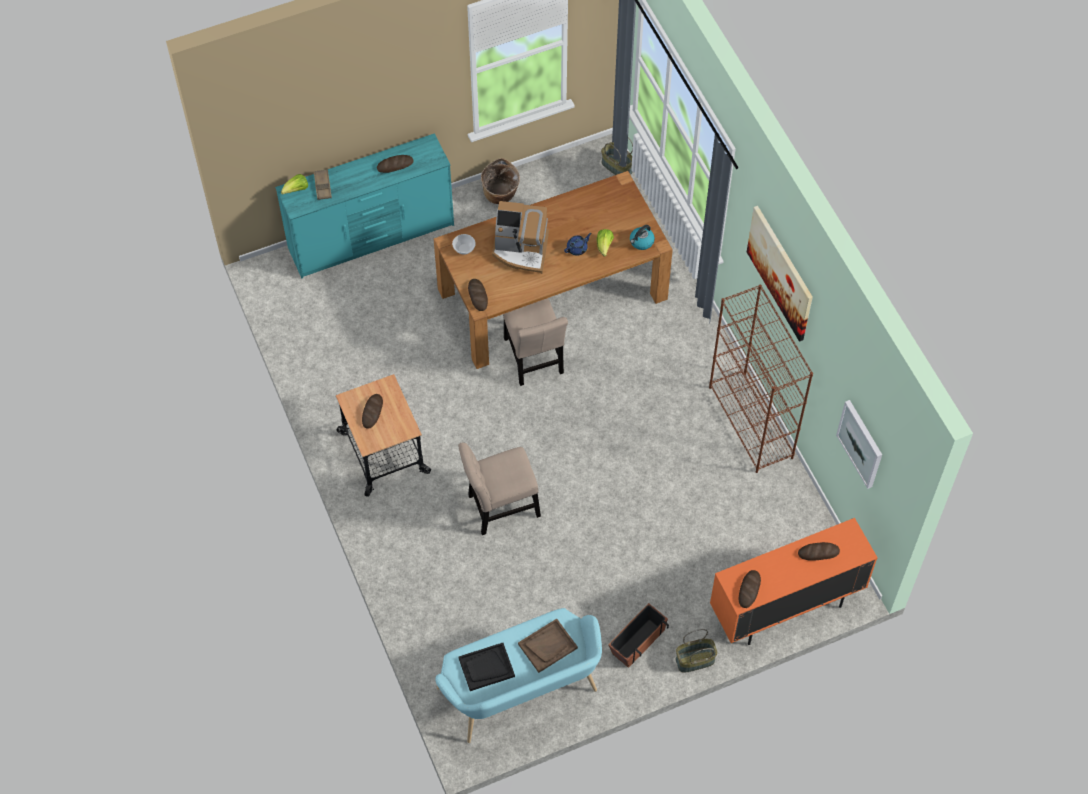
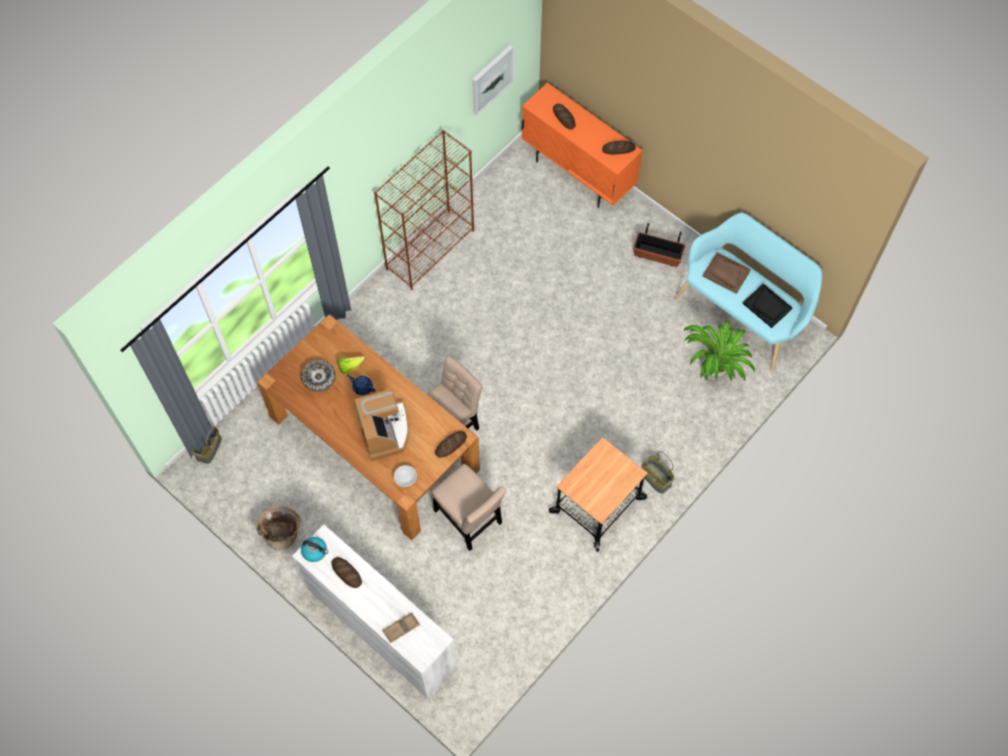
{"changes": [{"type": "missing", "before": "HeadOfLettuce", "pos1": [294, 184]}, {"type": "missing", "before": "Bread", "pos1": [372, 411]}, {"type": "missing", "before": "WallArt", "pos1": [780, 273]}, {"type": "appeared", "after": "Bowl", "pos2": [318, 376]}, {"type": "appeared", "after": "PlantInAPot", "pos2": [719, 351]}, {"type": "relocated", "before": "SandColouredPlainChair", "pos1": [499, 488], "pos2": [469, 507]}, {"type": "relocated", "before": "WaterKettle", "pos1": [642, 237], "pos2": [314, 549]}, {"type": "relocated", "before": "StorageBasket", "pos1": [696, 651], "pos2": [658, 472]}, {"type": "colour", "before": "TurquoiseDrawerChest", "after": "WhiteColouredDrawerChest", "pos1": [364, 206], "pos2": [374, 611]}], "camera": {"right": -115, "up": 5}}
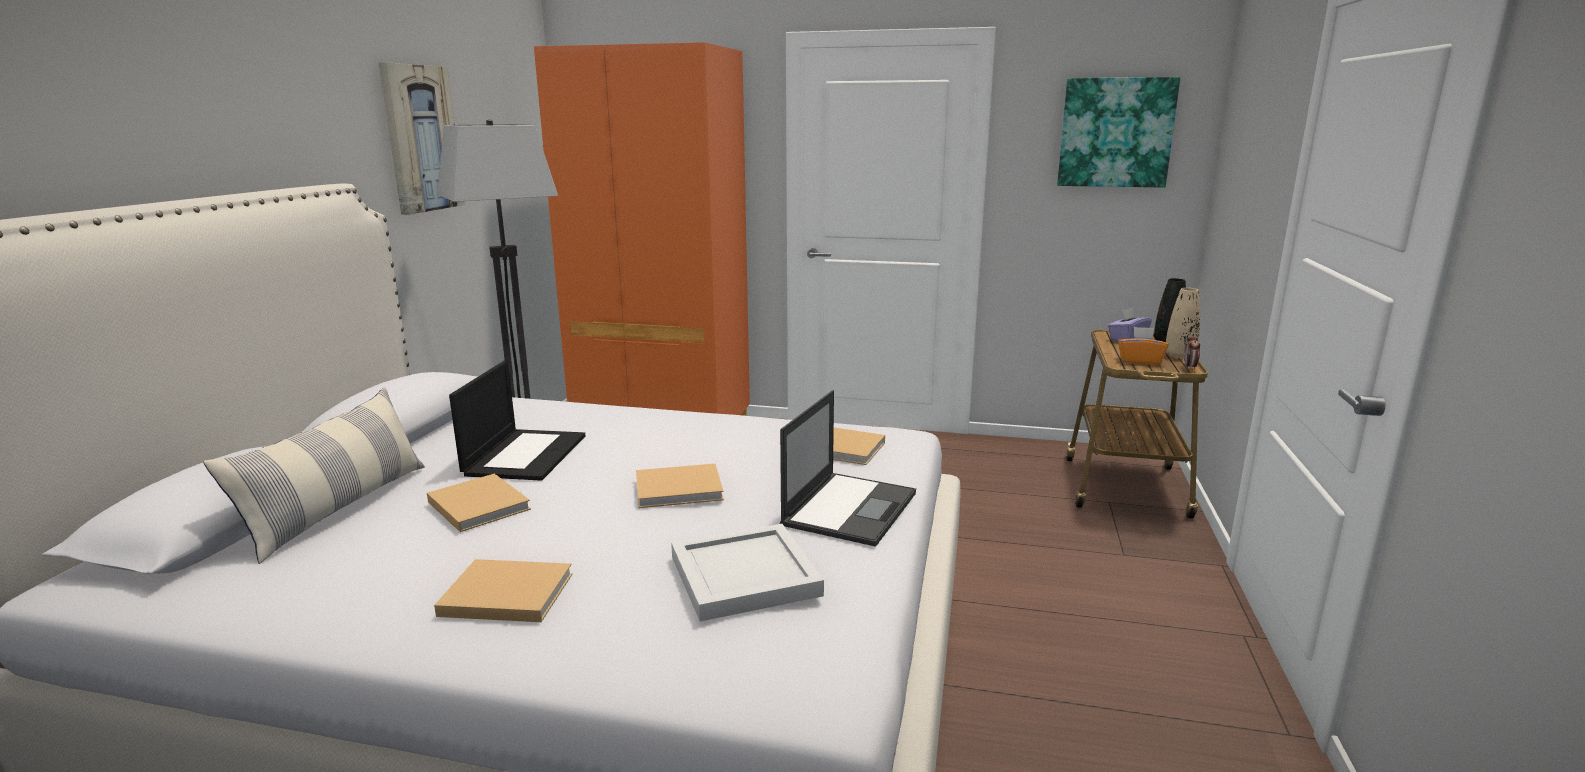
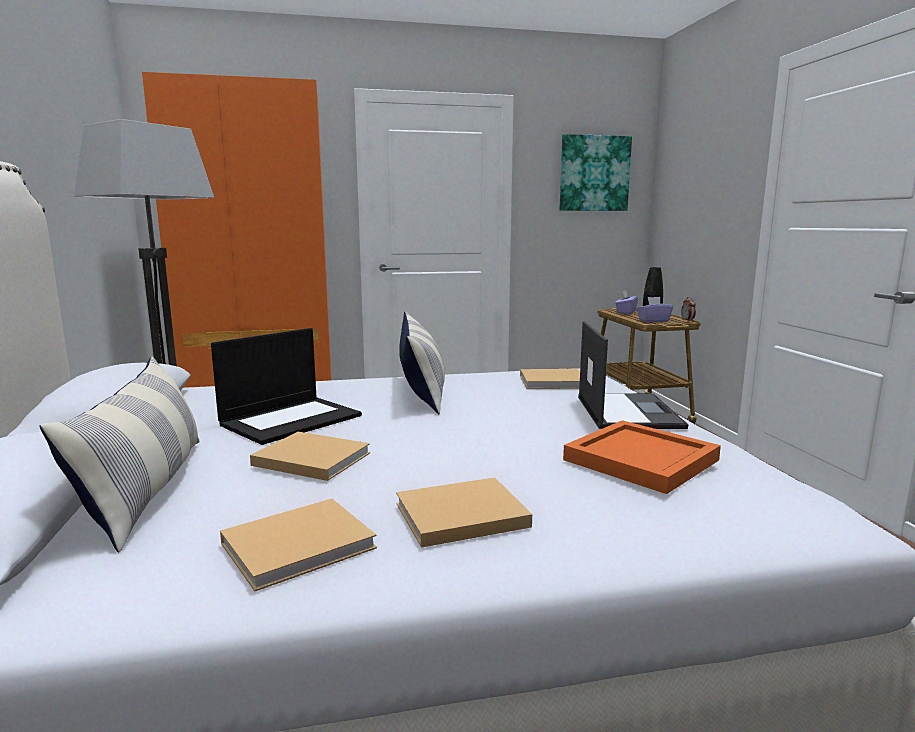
{"changes": [{"type": "missing", "before": "WallArt", "pos1": [421, 138]}, {"type": "missing", "before": "SandColouredVase", "pos1": [1183, 323]}, {"type": "appeared", "after": "Pillow", "pos2": [422, 362]}, {"type": "relocated", "before": "SandColouredBook", "pos1": [680, 486], "pos2": [298, 545]}, {"type": "colour", "before": "WhiteColouredTray", "after": "OrangeTray", "pos1": [747, 573], "pos2": [642, 457]}, {"type": "colour", "before": "OrangeTissueBox", "after": "PurpleColouredTissueBox", "pos1": [1143, 346], "pos2": [655, 309]}, {"type": "spun", "before": "PortableComputer", "pos1": [517, 421], "pos2": [286, 386], "turn": 60}], "camera": {"right": -25, "up": -5}}
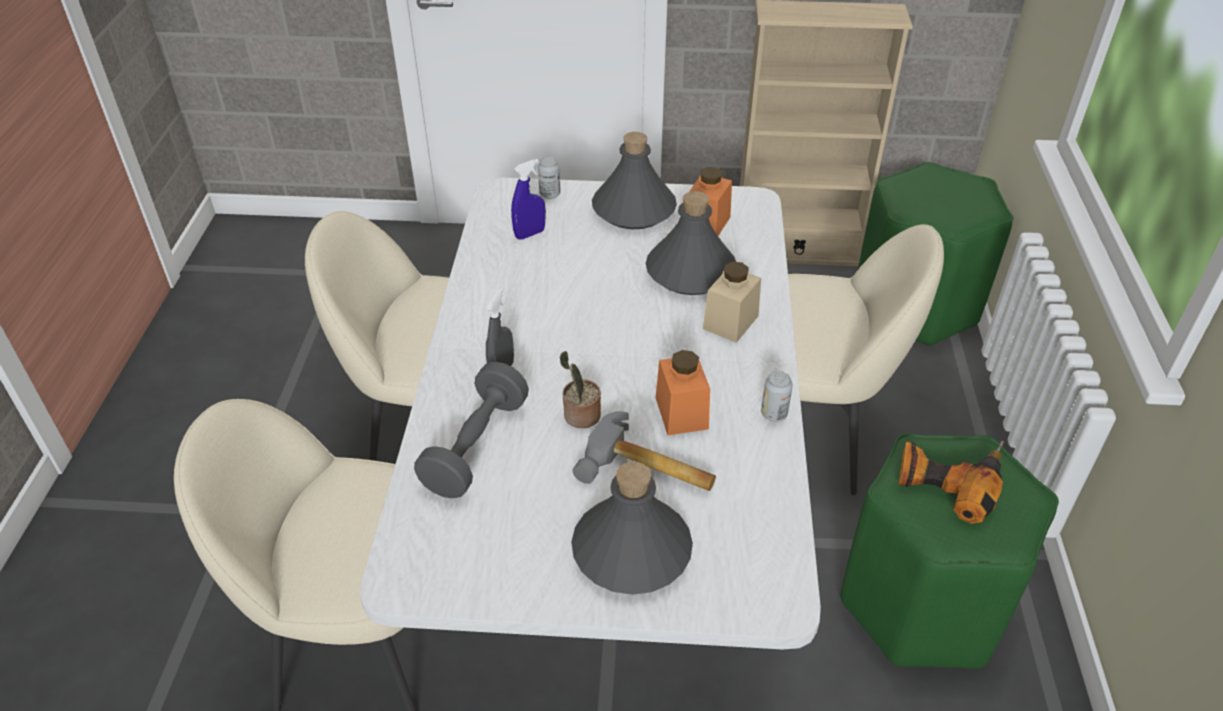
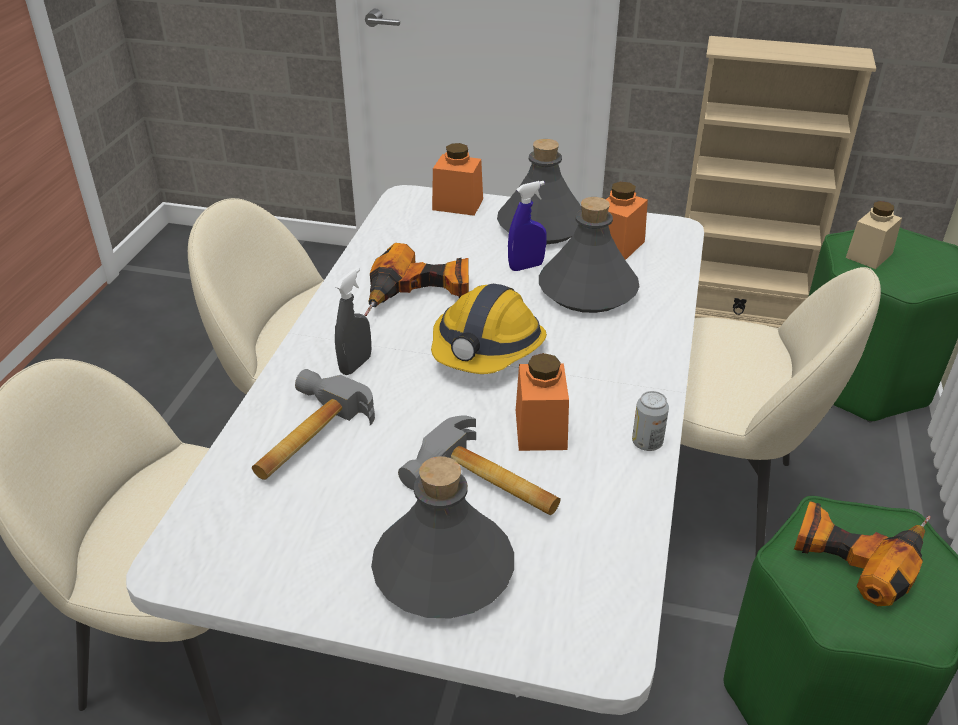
{"changes": [{"type": "missing", "before": "PlantInAPot", "pos1": [580, 389]}, {"type": "appeared", "after": "ElectricDrill", "pos2": [416, 279]}, {"type": "appeared", "after": "HardHat", "pos2": [489, 329]}, {"type": "relocated", "before": "BlueSprayer", "pos1": [528, 199], "pos2": [527, 226]}, {"type": "relocated", "before": "SandColouredStorageJar", "pos1": [732, 302], "pos2": [874, 235]}, {"type": "exchanged", "before": "GreyishHandWeight", "after": "ToolHammer", "pos1": [471, 430], "pos2": [313, 424]}, {"type": "exchanged", "before": "MetalCan", "after": "OrangeStorageJar", "pos1": [549, 178], "pos2": [457, 179]}], "camera": {"right": 10, "up": -5}}
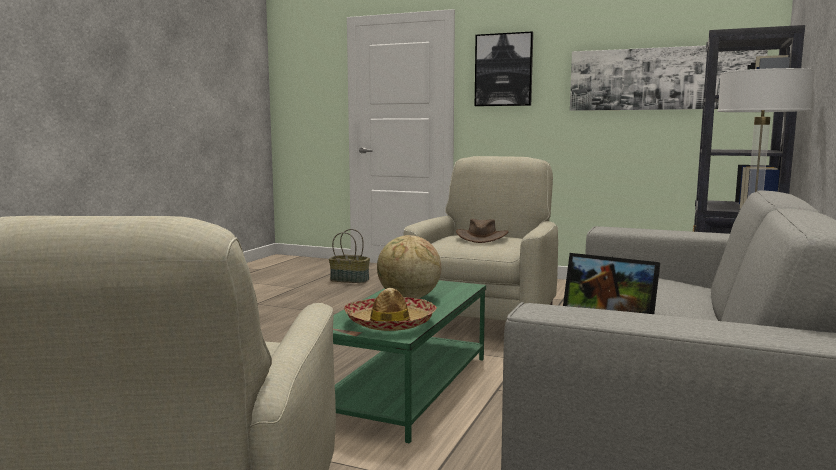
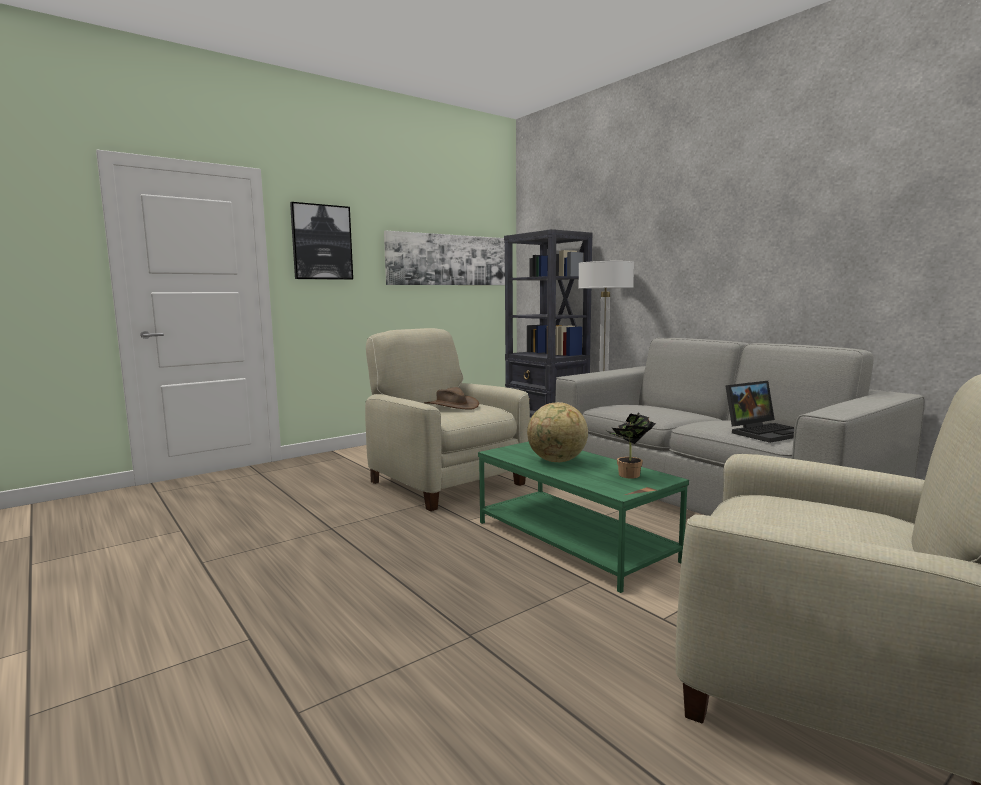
{"changes": [{"type": "missing", "before": "StorageBasket", "pos1": [349, 256]}, {"type": "exchanged", "before": "WearableHat", "after": "PlantInAPot", "pos1": [390, 309], "pos2": [631, 445]}], "camera": {"right": -60, "up": 0}}
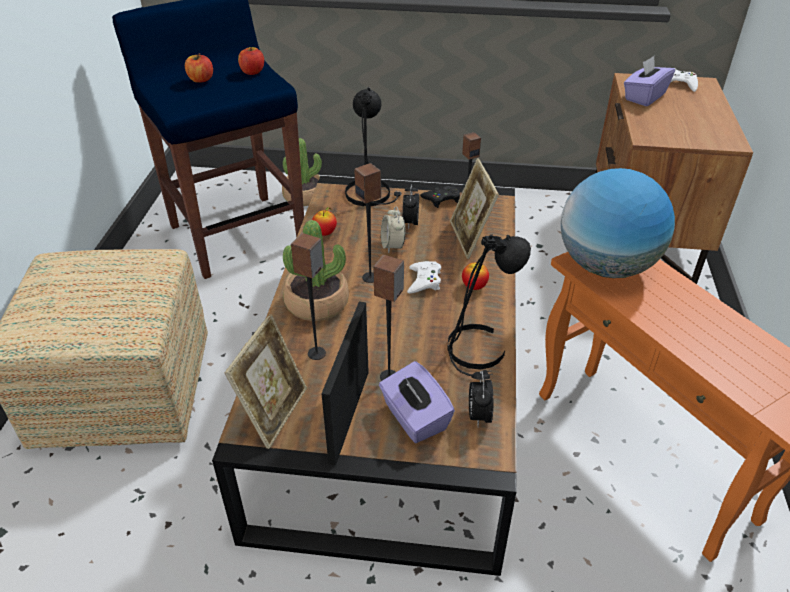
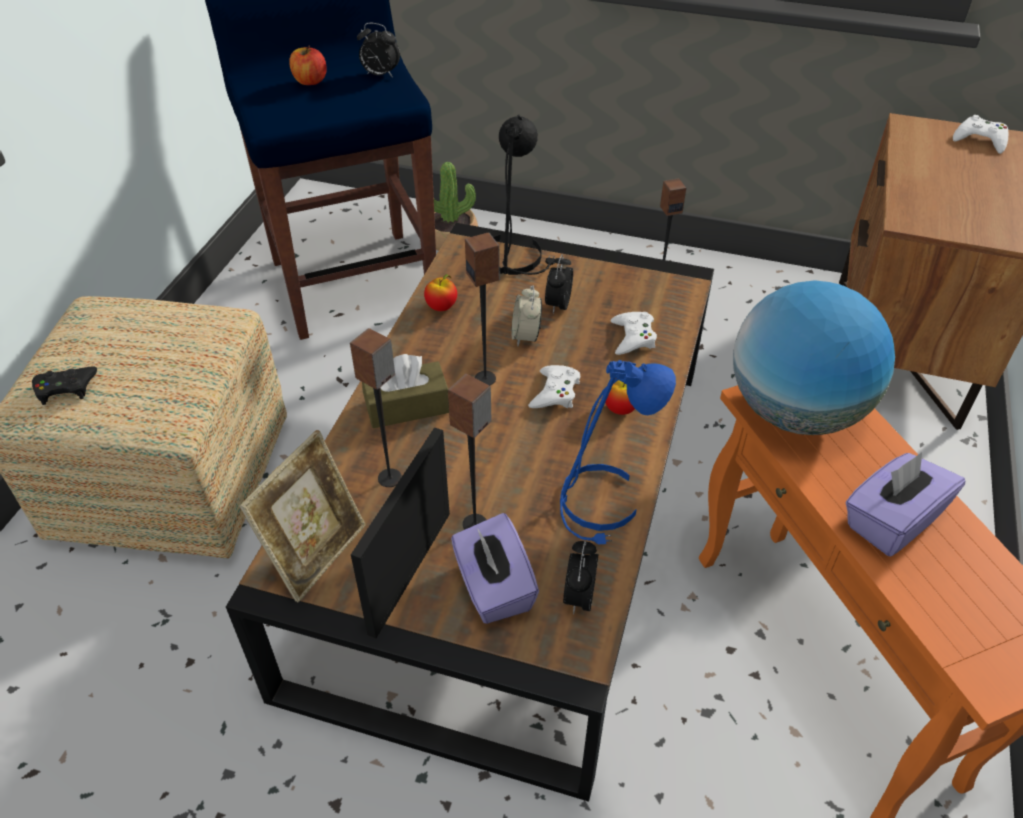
{"changes": [{"type": "relocated", "before": "BlackColouredJoypad", "pos1": [440, 197], "pos2": [64, 386]}, {"type": "relocated", "before": "PurpleColouredTissueBox", "pos1": [649, 81], "pos2": [905, 504]}, {"type": "exchanged", "before": "AppleFruit", "after": "TableClock", "pos1": [251, 61], "pos2": [378, 50]}, {"type": "exchanged", "before": "PlantInAPot", "after": "BrownishTissueBox", "pos1": [316, 270], "pos2": [405, 391]}, {"type": "exchanged", "before": "StandingFrame", "after": "WhiteColouredJoypad", "pos1": [474, 208], "pos2": [634, 333]}, {"type": "colour", "before": "BlackColouredTableLamp", "after": "BlueTableLamp", "pos1": [489, 305], "pos2": [618, 452]}], "camera": {"right": 10, "up": 5}}
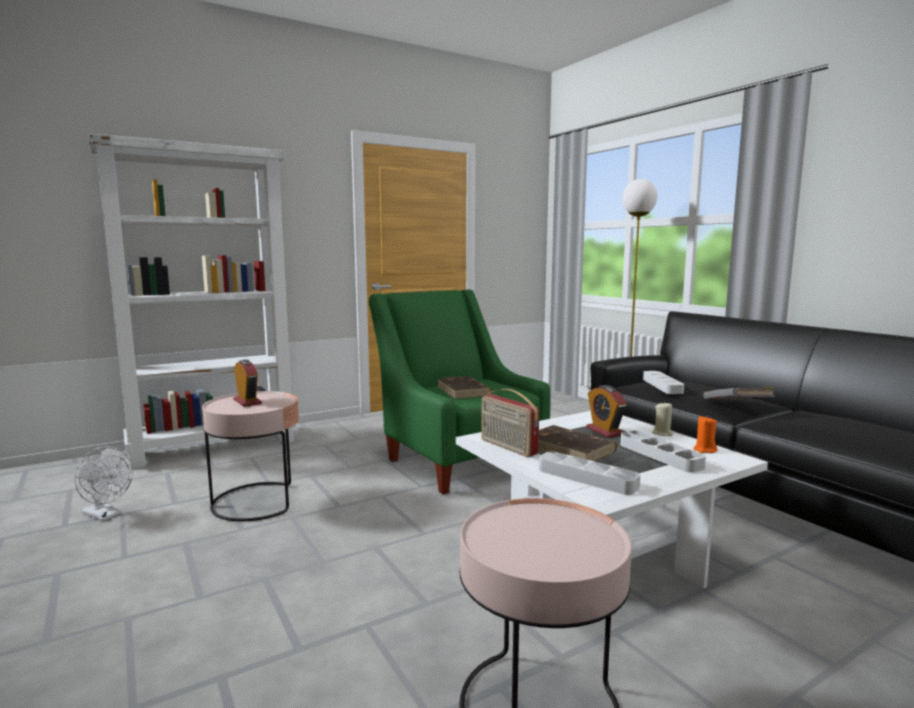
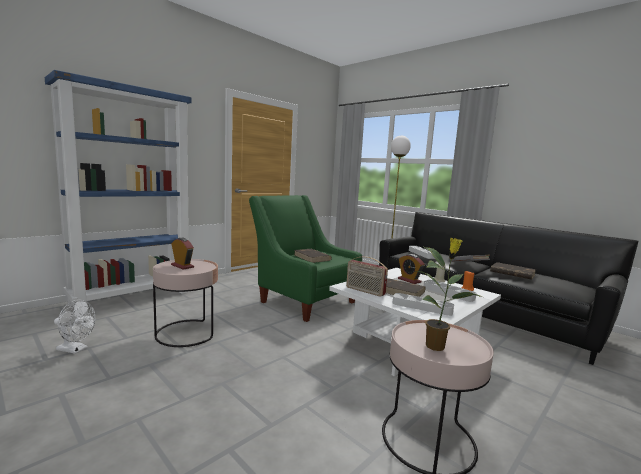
{"changes": [{"type": "appeared", "after": "PlantInAPot", "pos2": [449, 294]}, {"type": "appeared", "after": "BrownishBook", "pos2": [513, 271]}, {"type": "colour", "before": "WhiteColouredBookshelf", "after": "BlueBookshelf", "pos1": [192, 301], "pos2": [118, 192]}], "camera": {"right": -15, "up": 0}}
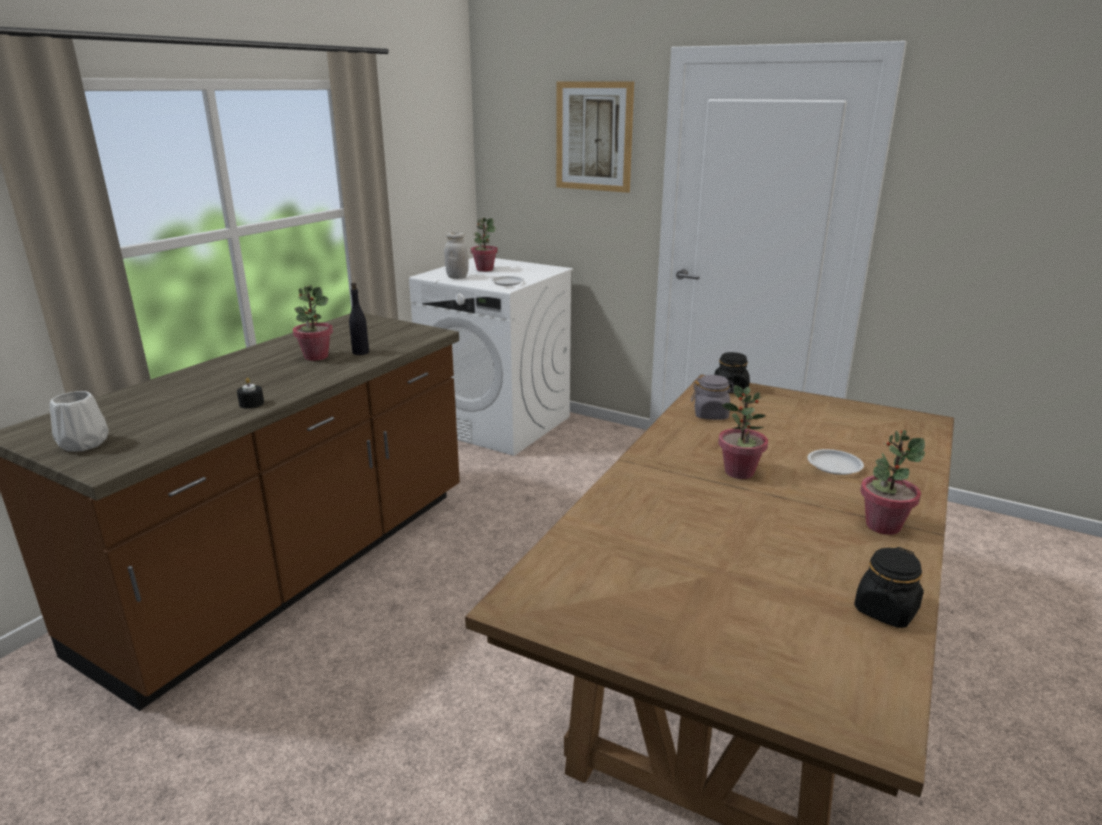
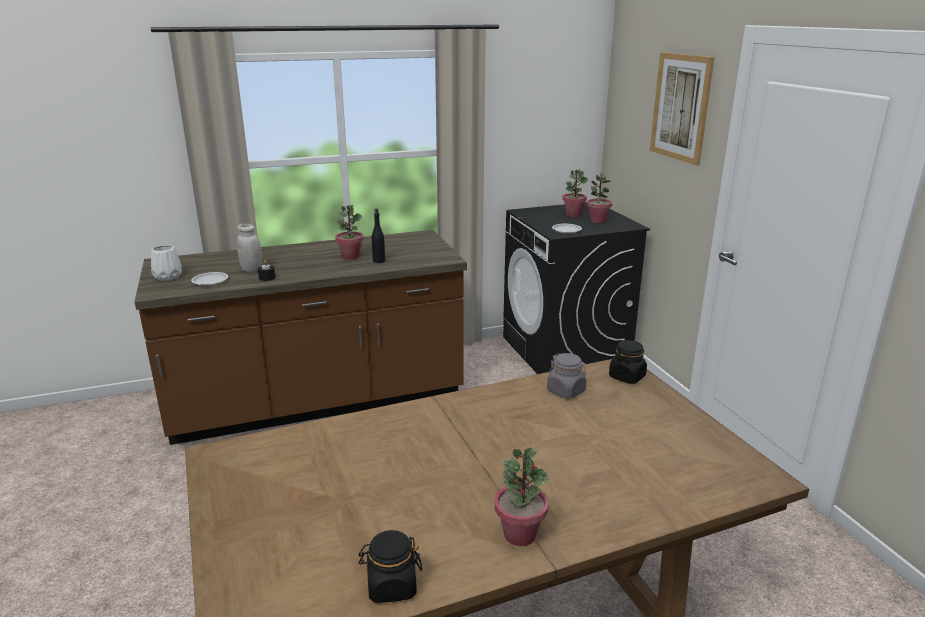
{"changes": [{"type": "relocated", "before": "WhiteColouredStorageJar", "pos1": [456, 255], "pos2": [249, 248]}, {"type": "relocated", "before": "PlantInAPot", "pos1": [743, 432], "pos2": [599, 198]}, {"type": "relocated", "before": "WhiteColouredFlatDish", "pos1": [835, 462], "pos2": [209, 279]}, {"type": "colour", "before": "WhiteColouredWashingMachine", "after": "BlackColouredWashingMachine", "pos1": [491, 357], "pos2": [576, 288]}], "camera": {"right": 40, "up": 0}}
